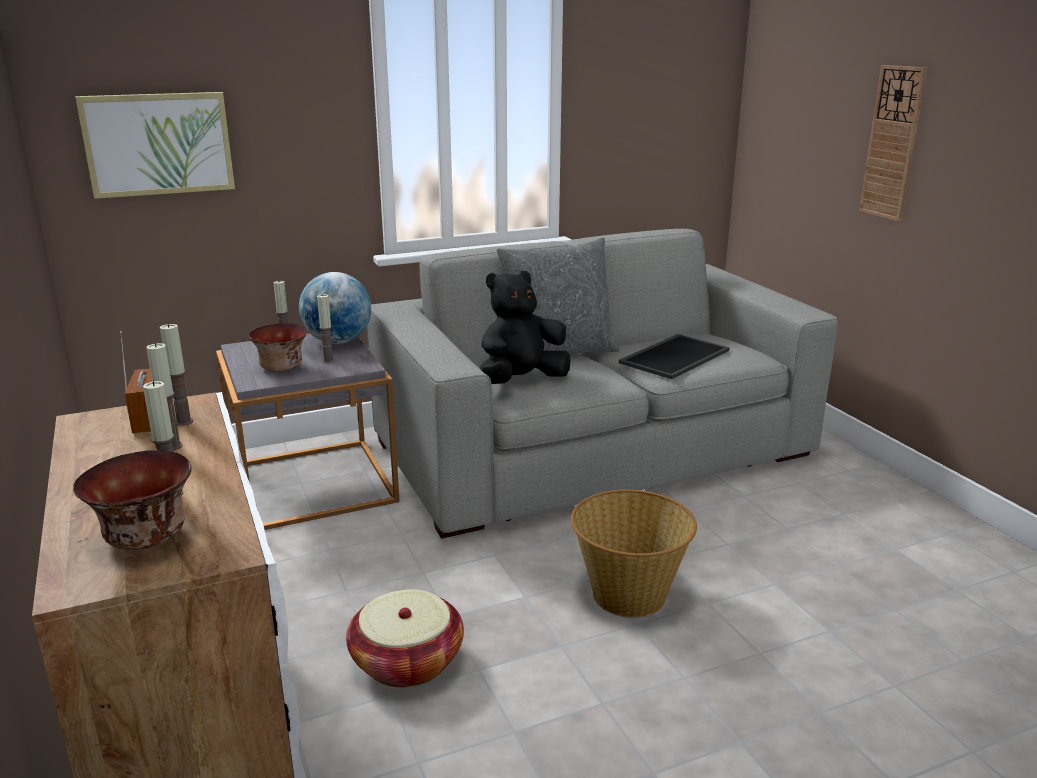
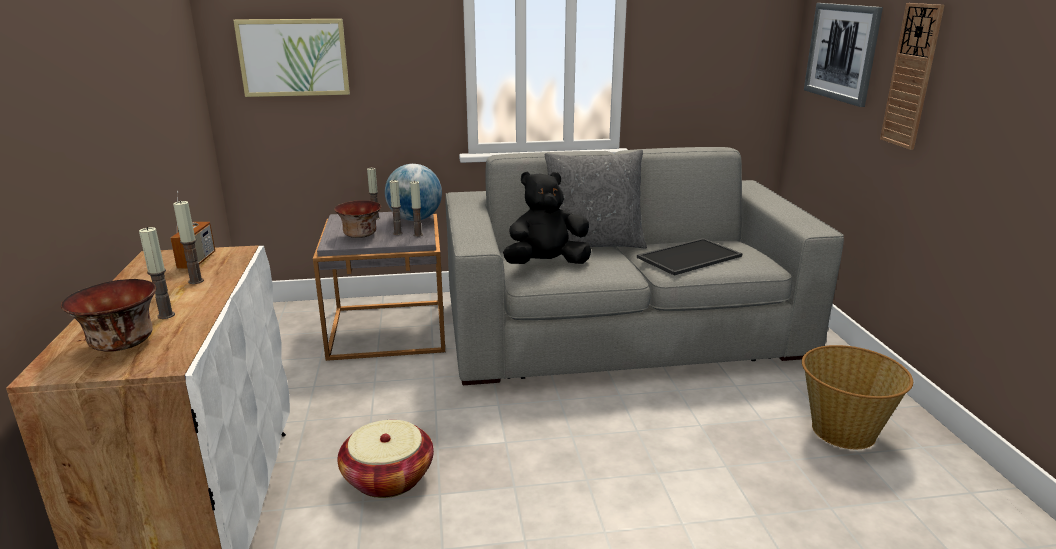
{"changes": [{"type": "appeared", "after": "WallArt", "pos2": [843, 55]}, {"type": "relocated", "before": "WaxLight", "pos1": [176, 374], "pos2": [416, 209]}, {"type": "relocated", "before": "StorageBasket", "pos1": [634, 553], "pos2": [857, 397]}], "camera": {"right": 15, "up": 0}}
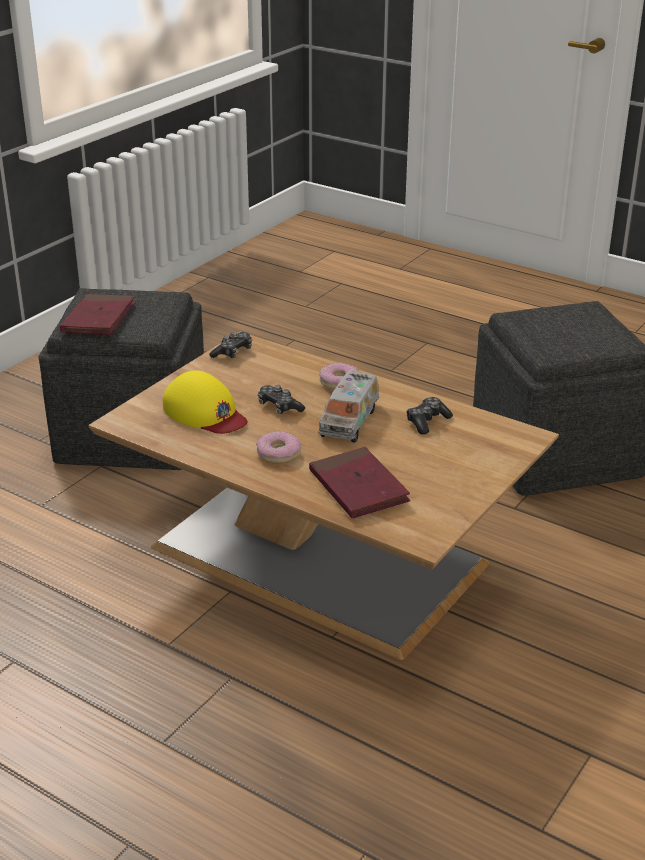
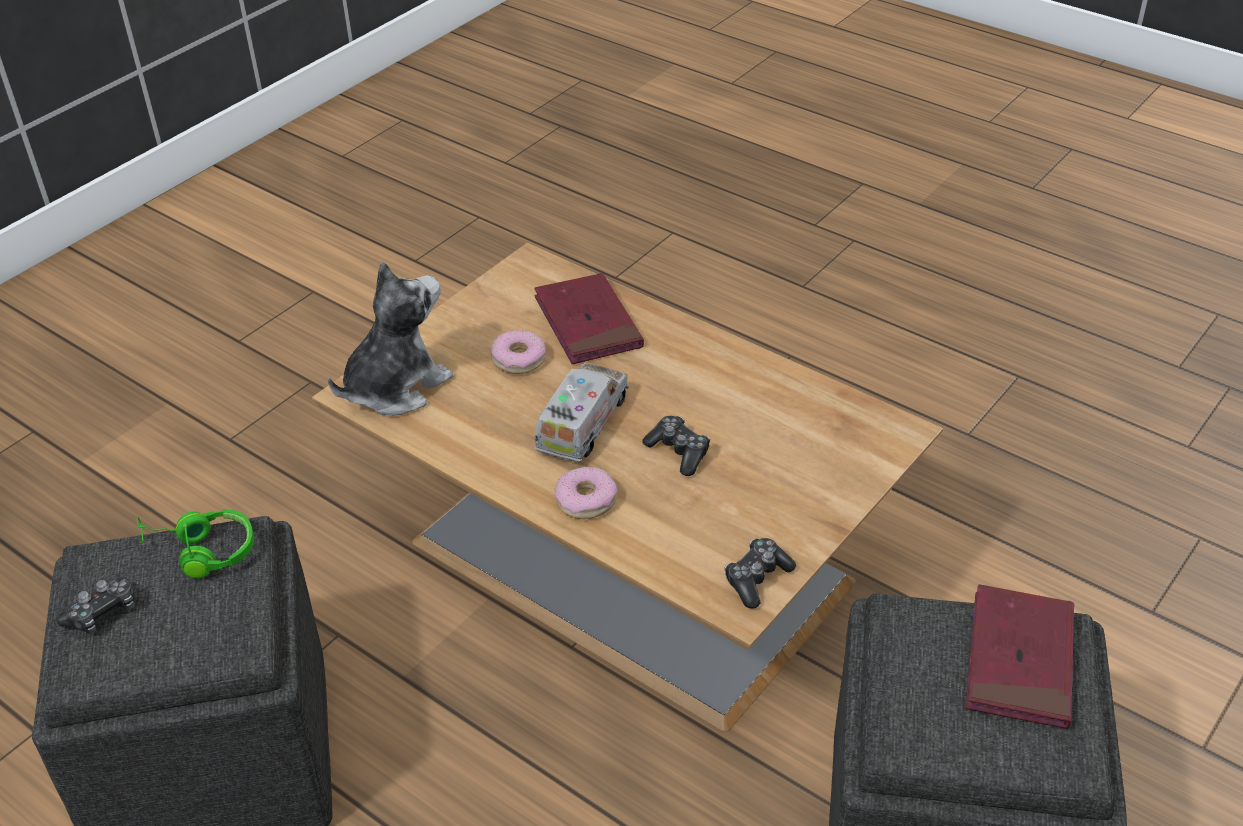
{"changes": [{"type": "missing", "before": "YellowishBaseballCap", "pos1": [205, 402]}, {"type": "appeared", "after": "GreenColouredPairOfHeadphones", "pos2": [195, 544]}, {"type": "appeared", "after": "CuddlyToy", "pos2": [390, 338]}, {"type": "relocated", "before": "Donut", "pos1": [278, 447], "pos2": [518, 352]}, {"type": "relocated", "before": "Joypad", "pos1": [429, 416], "pos2": [95, 605]}], "camera": {"right": -175, "up": 10}}
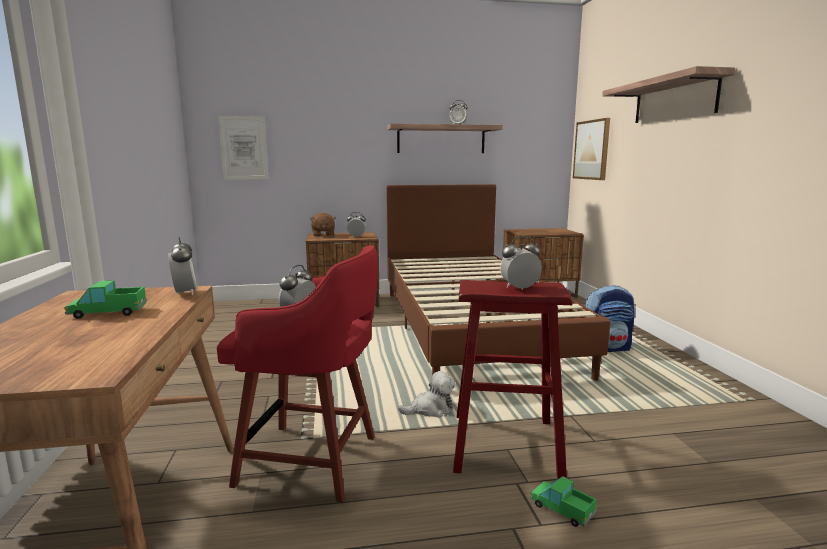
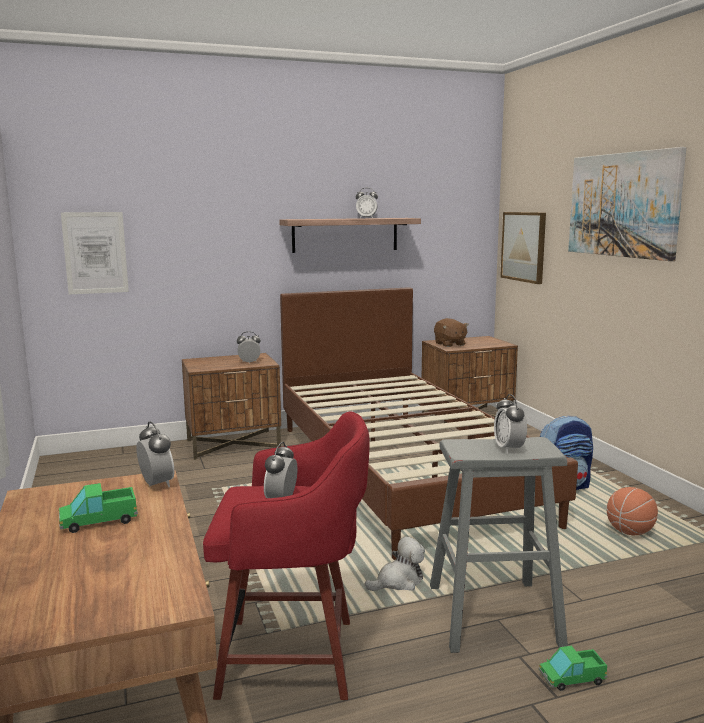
{"changes": [{"type": "appeared", "after": "BasketballBall", "pos2": [632, 511]}, {"type": "relocated", "before": "BrownishCuddlyToy", "pos1": [323, 225], "pos2": [451, 332]}, {"type": "exchanged", "before": "BracketShelf", "after": "WallArt", "pos1": [668, 94], "pos2": [627, 204]}, {"type": "colour", "before": "ReddishStool", "after": "GreyishStool", "pos1": [512, 379], "pos2": [499, 545]}, {"type": "spun", "before": "TableClock", "pos1": [521, 263], "pos2": [510, 423], "turn": -75}, {"type": "spun", "before": "ToyLorry", "pos1": [563, 501], "pos2": [573, 668], "turn": -45}], "camera": {"right": -10, "up": 0}}
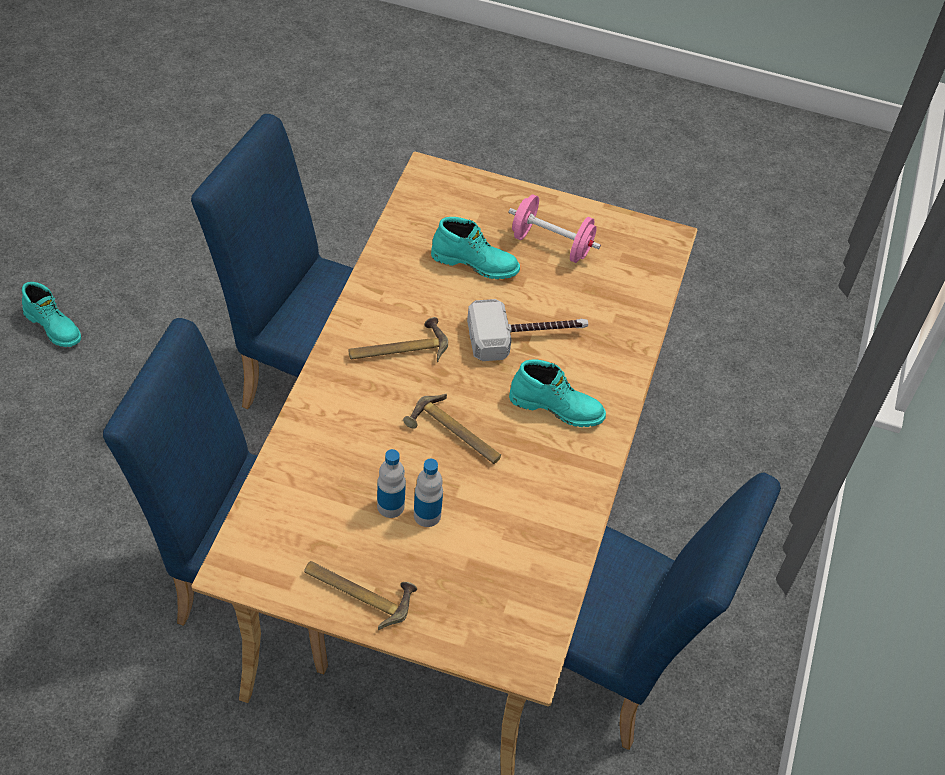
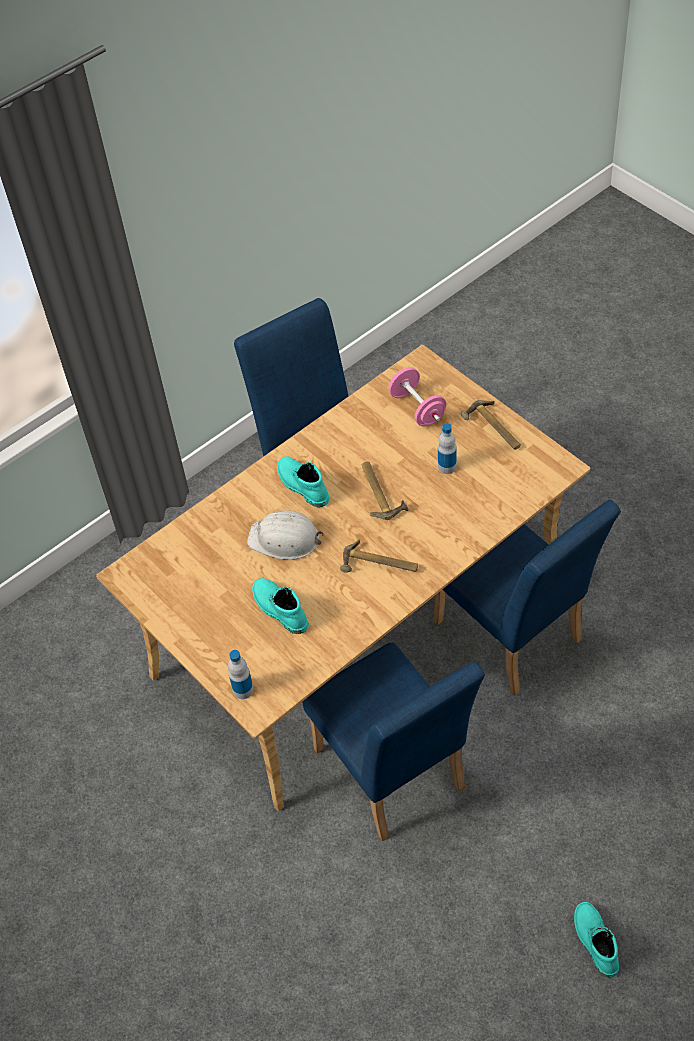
{"changes": [{"type": "relocated", "before": "Bottle", "pos1": [428, 493], "pos2": [241, 674]}, {"type": "relocated", "before": "PinkHandWeight", "pos1": [554, 228], "pos2": [417, 396]}, {"type": "exchanged", "before": "ToolHammer", "after": "WhiteColouredHardHat", "pos1": [527, 330], "pos2": [285, 535]}], "camera": {"right": -140, "up": 0}}
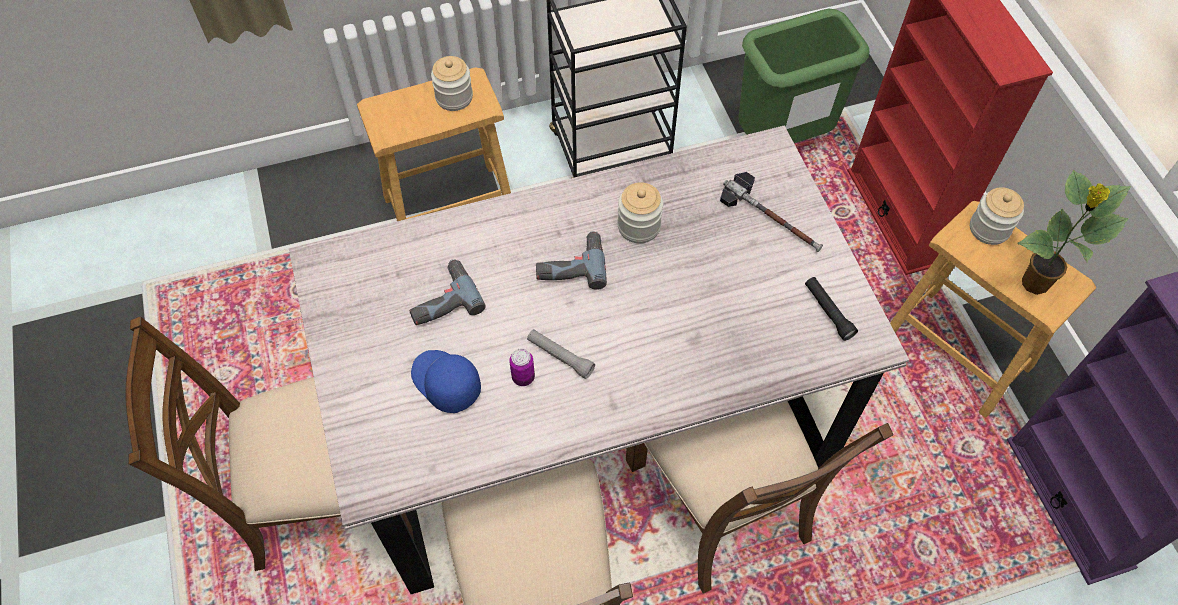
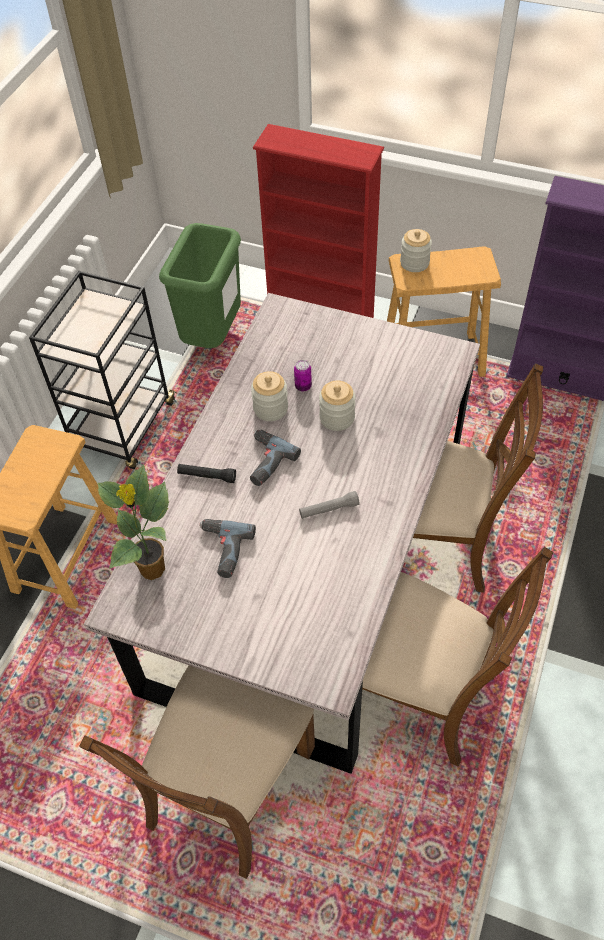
{"changes": [{"type": "missing", "before": "BlueBaseballCap", "pos1": [446, 381]}, {"type": "missing", "before": "ToolHammer", "pos1": [771, 212]}, {"type": "relocated", "before": "StorageJar", "pos1": [452, 83], "pos2": [337, 406]}, {"type": "relocated", "before": "MetalCan", "pos1": [522, 367], "pos2": [303, 375]}, {"type": "relocated", "before": "BlackColouredFlashlight", "pos1": [831, 309], "pos2": [206, 473]}, {"type": "relocated", "before": "PlantInAPot", "pos1": [1074, 232], "pos2": [133, 522]}], "camera": {"right": -50, "up": -5}}
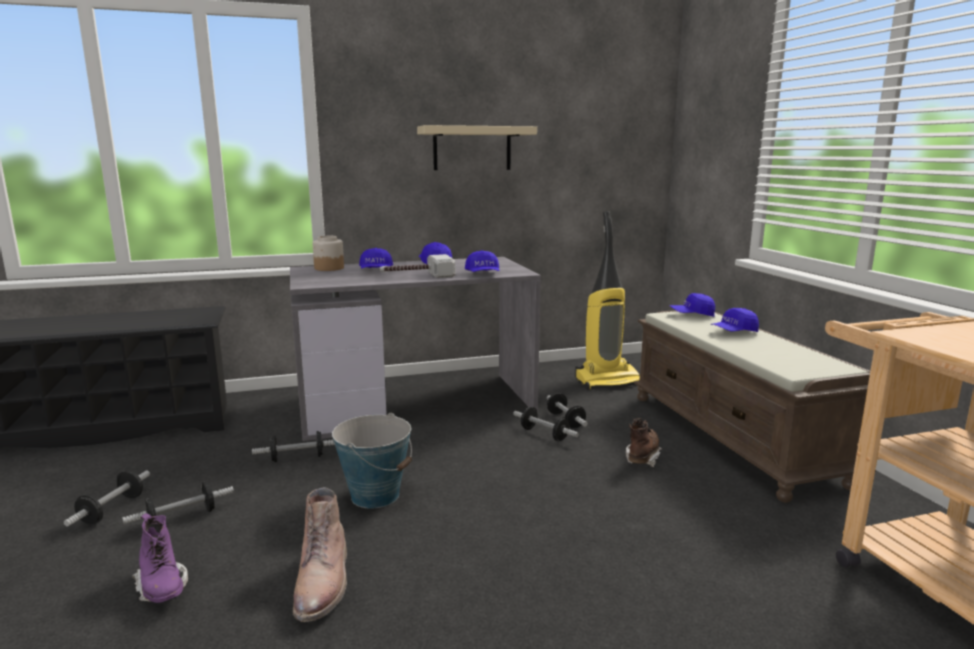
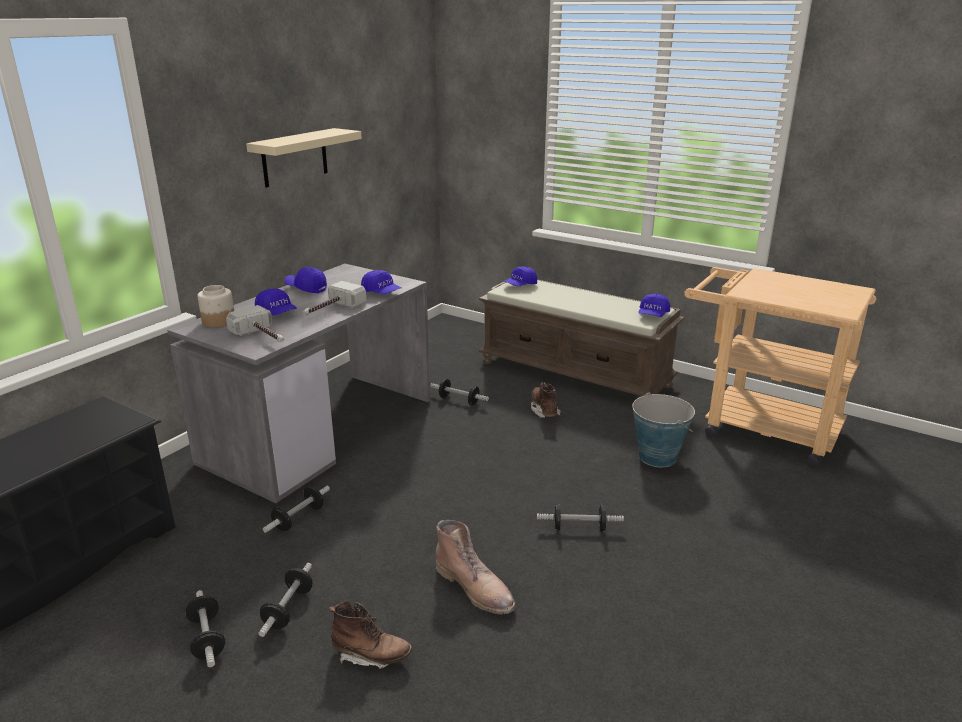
{"changes": [{"type": "missing", "before": "Vacuum", "pos1": [607, 300]}, {"type": "appeared", "after": "ToolHammer", "pos2": [255, 323]}, {"type": "relocated", "before": "WaterBucket", "pos1": [372, 461], "pos2": [663, 430]}, {"type": "relocated", "before": "HandWeight", "pos1": [546, 424], "pos2": [580, 518]}, {"type": "relocated", "before": "BlueBaseballCap", "pos1": [735, 320], "pos2": [654, 305]}, {"type": "colour", "before": "PurpleColouredHighTopBoot", "after": "BrownishHighTopBoot", "pos1": [160, 558], "pos2": [370, 635]}], "camera": {"right": -40, "up": 10}}
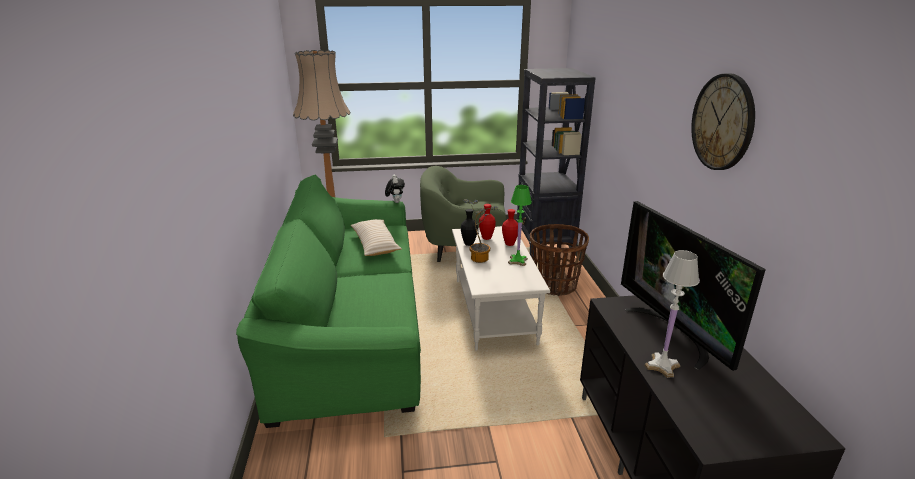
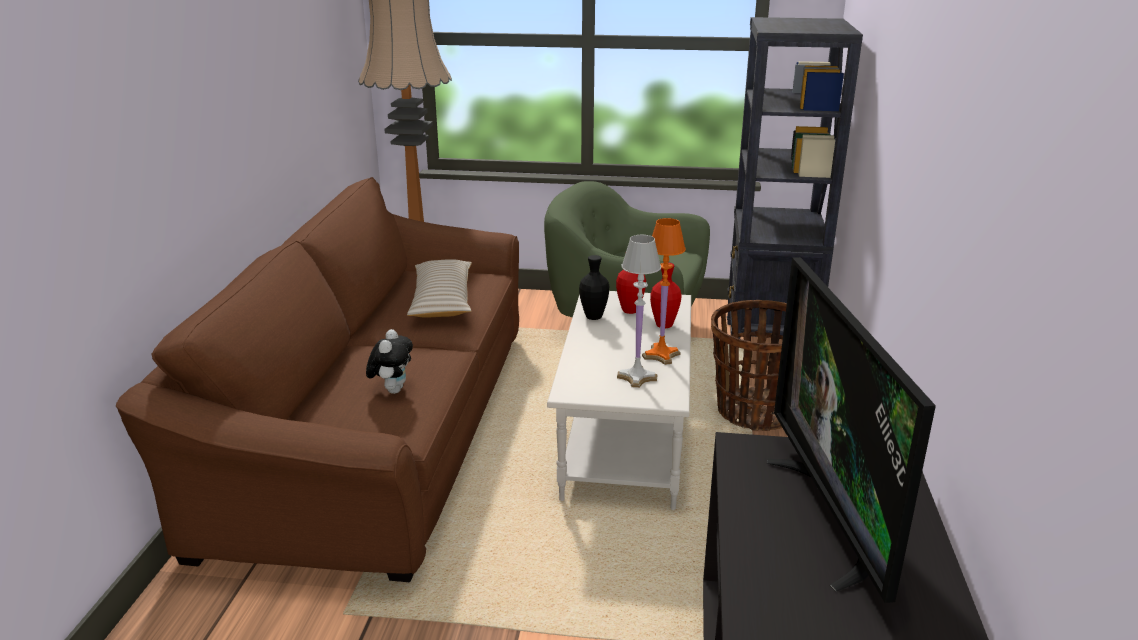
{"changes": [{"type": "missing", "before": "PlantInAPot", "pos1": [481, 231]}, {"type": "missing", "before": "ClockOnTheWall", "pos1": [723, 121]}, {"type": "relocated", "before": "CuddlyToy", "pos1": [395, 189], "pos2": [389, 361]}, {"type": "relocated", "before": "WhiteColouredTableLamp", "pos1": [672, 314], "pos2": [639, 311]}, {"type": "colour", "before": "GreenColouredSettee", "after": "BrownishSettee", "pos1": [328, 301], "pos2": [317, 379]}, {"type": "colour", "before": "GreenColouredTableLamp", "after": "OrangeTableLamp", "pos1": [520, 225], "pos2": [664, 291]}], "camera": {"right": 15, "up": 0}}
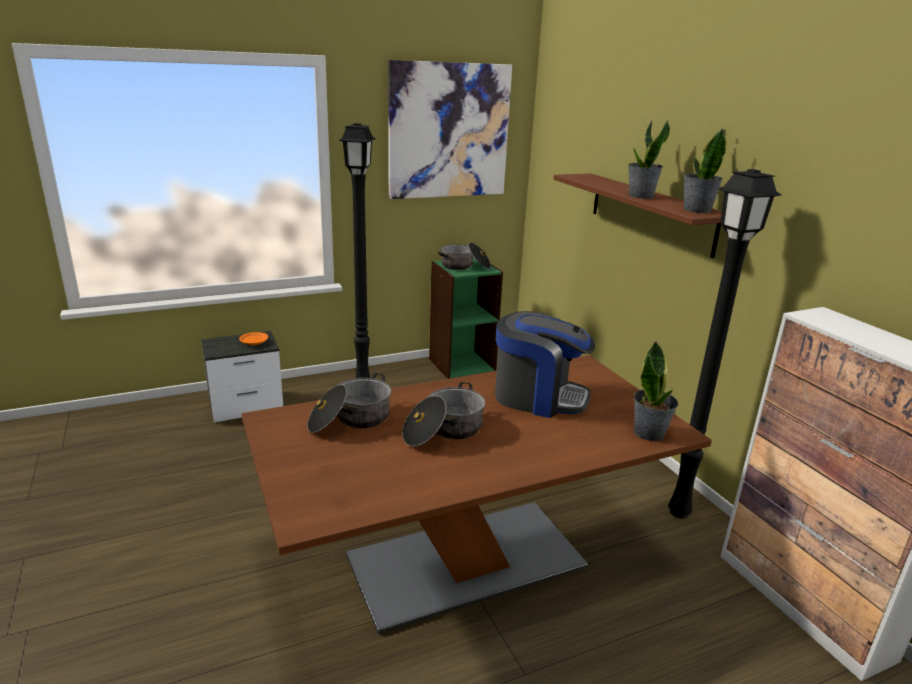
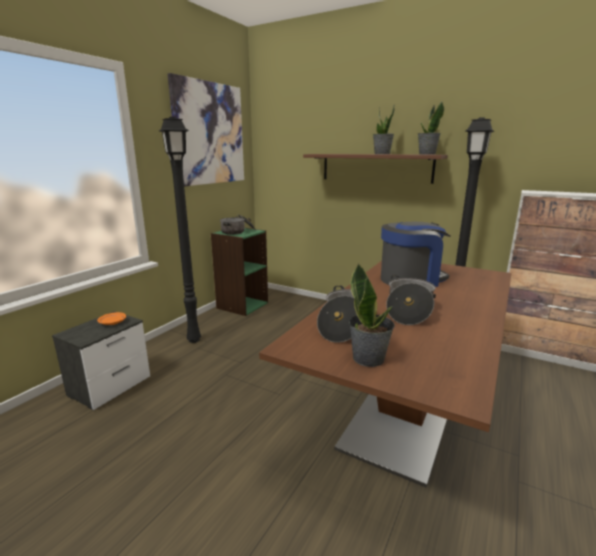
{"changes": [{"type": "relocated", "before": "PlantInAPot", "pos1": [655, 390], "pos2": [372, 315]}], "camera": {"right": -35, "up": -5}}
